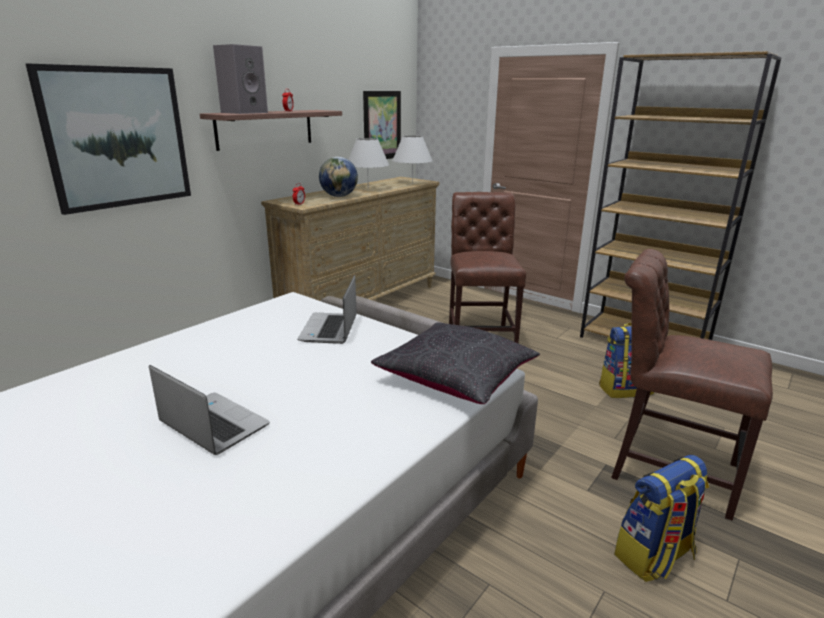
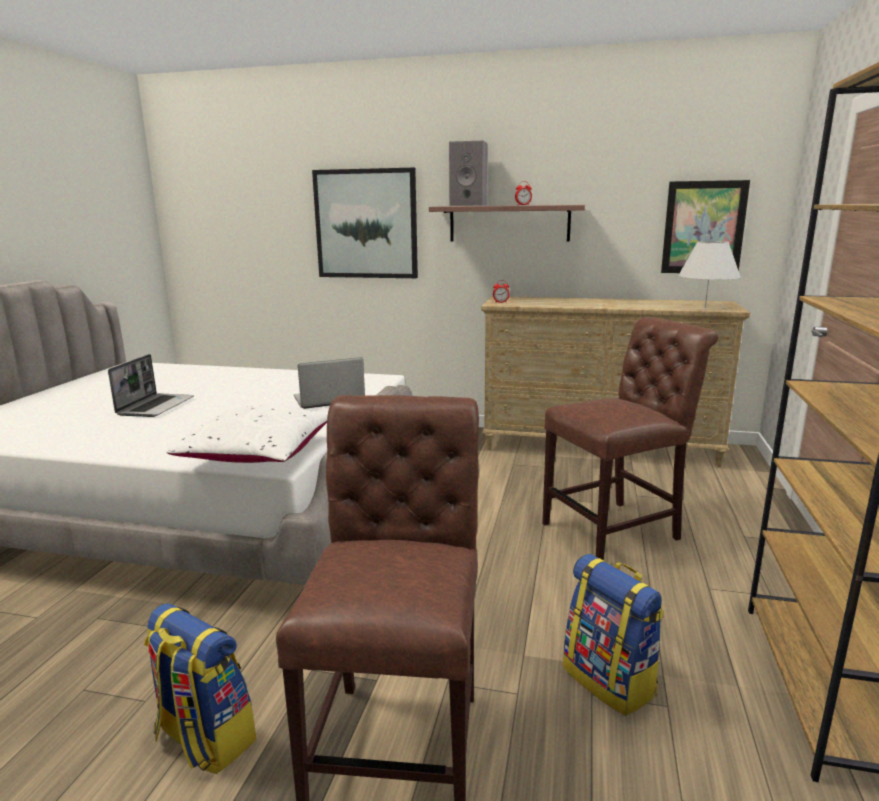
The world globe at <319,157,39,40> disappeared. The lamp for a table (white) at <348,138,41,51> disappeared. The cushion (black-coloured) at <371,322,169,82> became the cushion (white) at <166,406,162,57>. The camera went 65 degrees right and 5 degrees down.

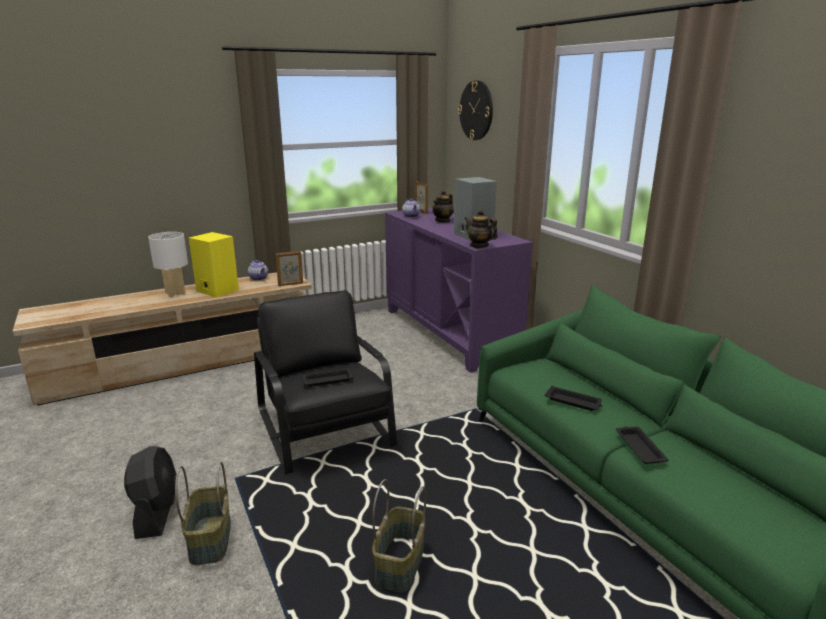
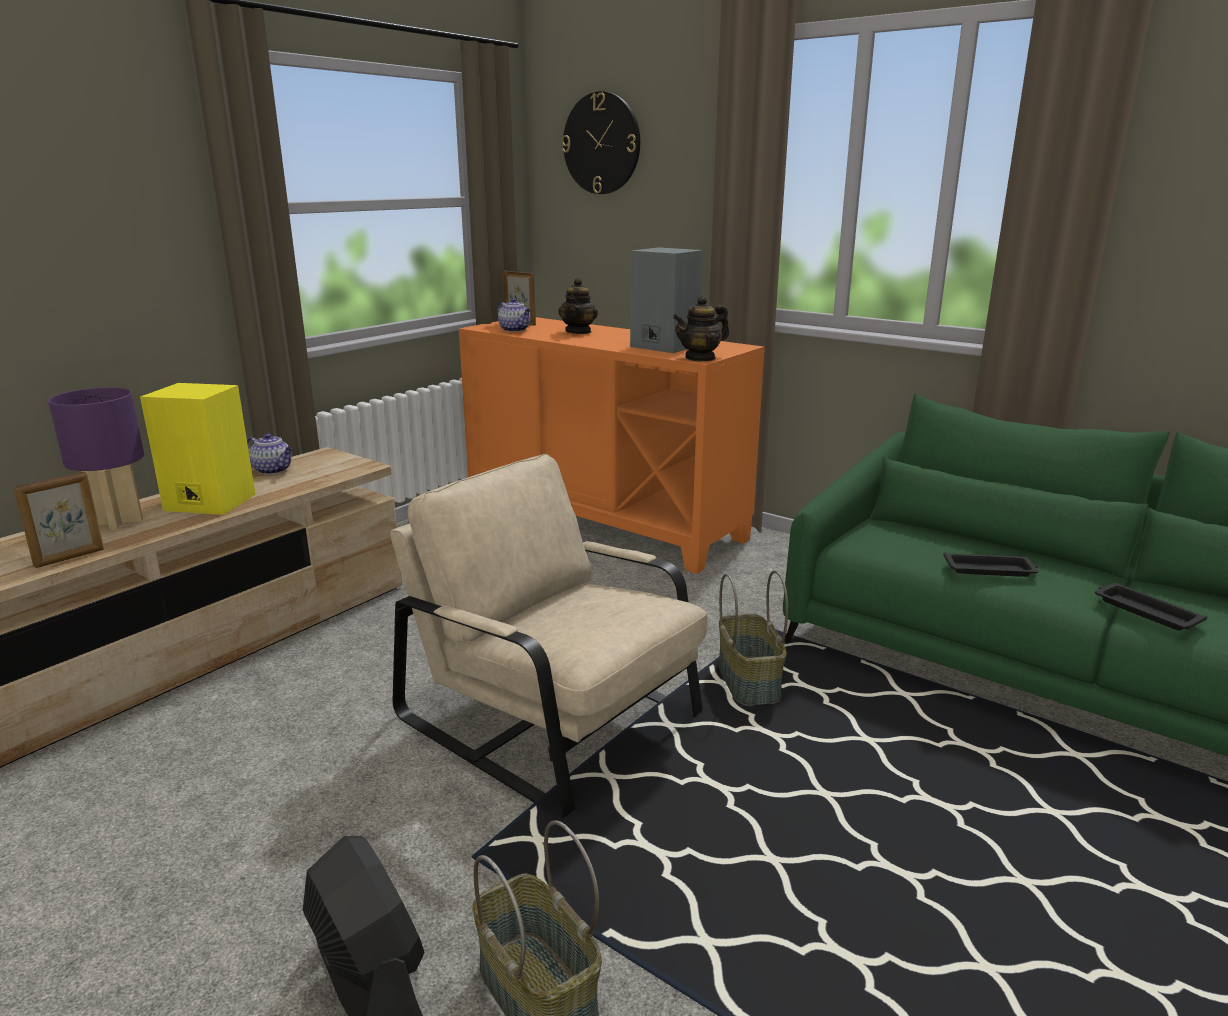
The lamp for a table (white) at <148,232,40,65> became the lamp for a table (purple) at <48,387,96,143>. The armchair (black-coloured) at <254,290,143,184> became the armchair (beige-coloured) at <390,454,318,364>. The photo frame moved from <275,251,28,35> to <13,472,91,96>. The carrying tray (black-coloured) at <302,369,52,18> disappeared. The household basket moved from <372,479,54,113> to <719,570,69,136>. The cupboard (purple) at <385,207,148,166> became the cupboard (orange) at <459,317,305,257>. The tea pot at <464,209,34,39> turned 45 degrees counterclockwise. The camera went 25 degrees left and 0 degrees up.

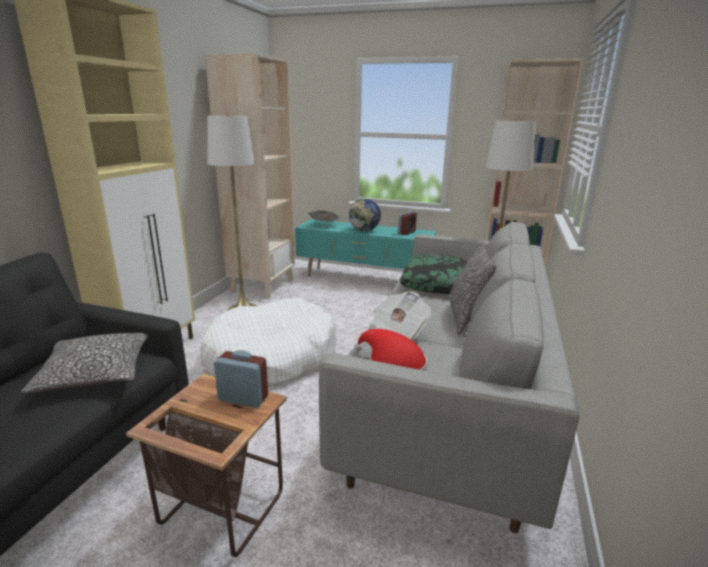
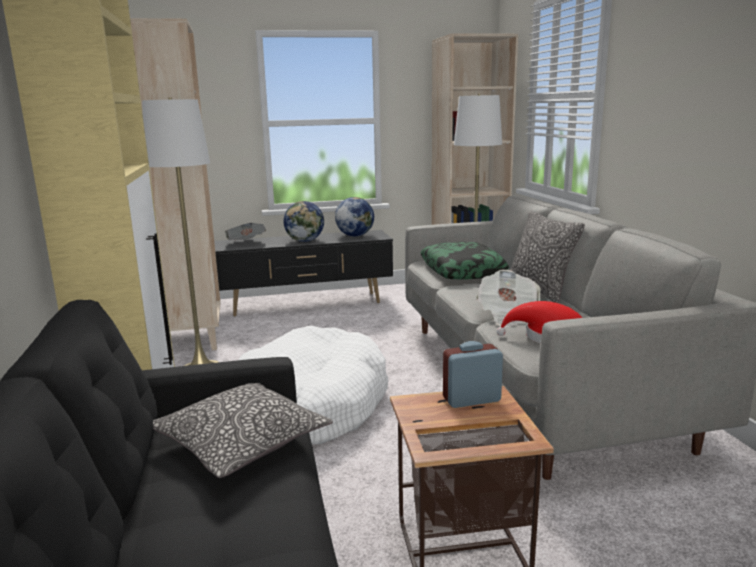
The tv unit (turquoise-coloured) at <295,219,141,58> became the tv unit (black-coloured) at <214,230,179,86>. The alarm clock at <398,211,19,24> was replaced by the world globe at <335,197,39,39>. The camera went 30 degrees left and 5 degrees down.

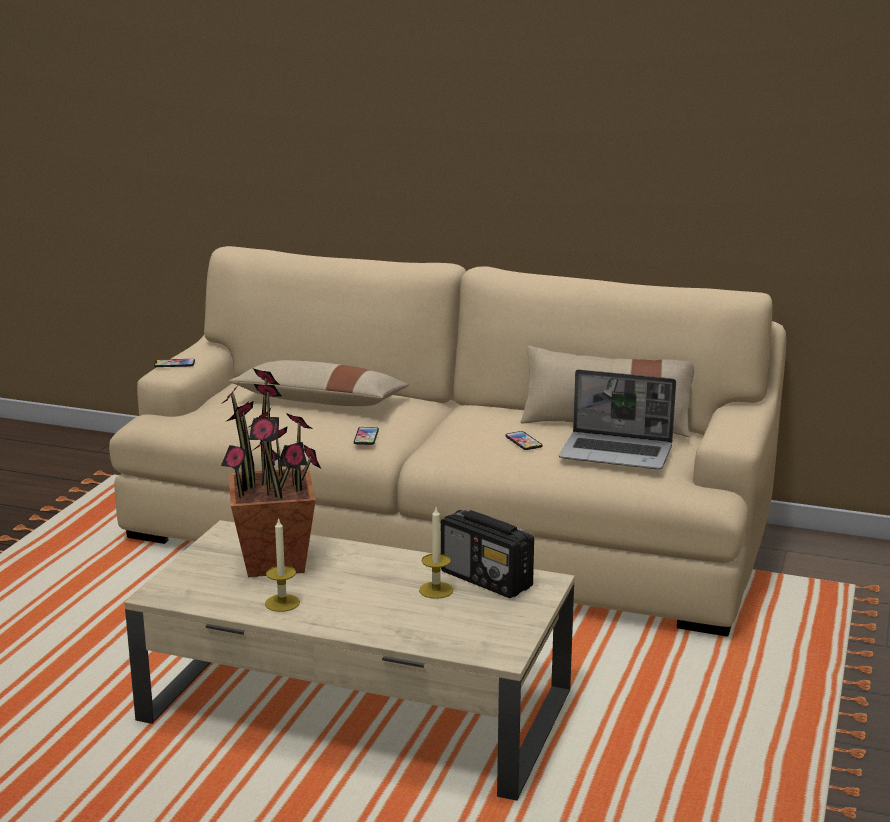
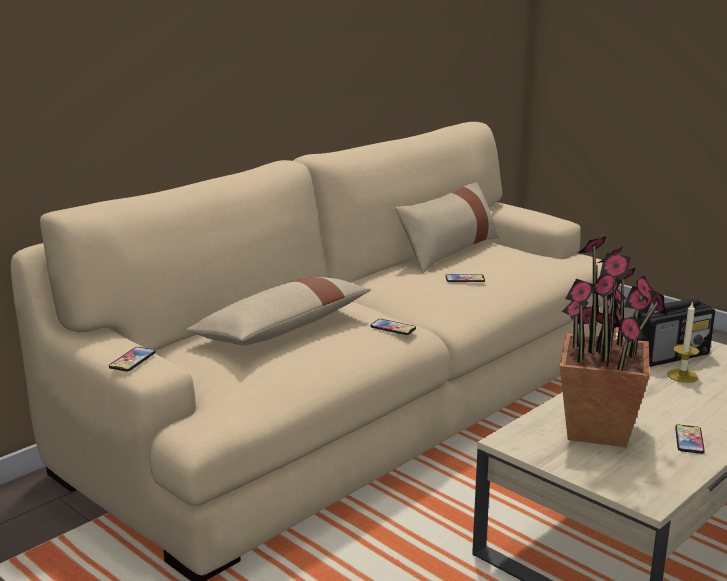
The wax candle at <265,518,35,94> was replaced by the telephone at <675,425,30,29>. The laptop at <559,369,117,100> disappeared. The camera went 65 degrees left and 0 degrees up.

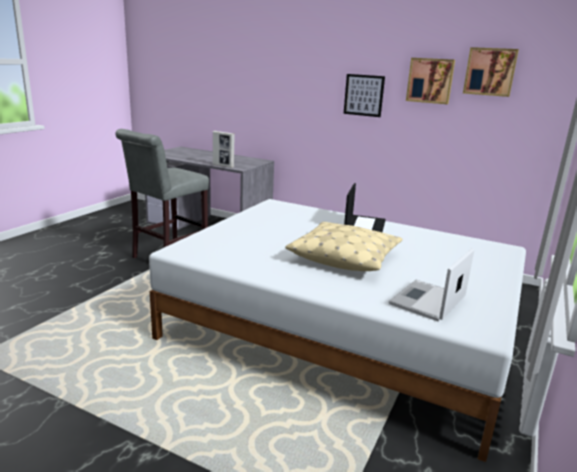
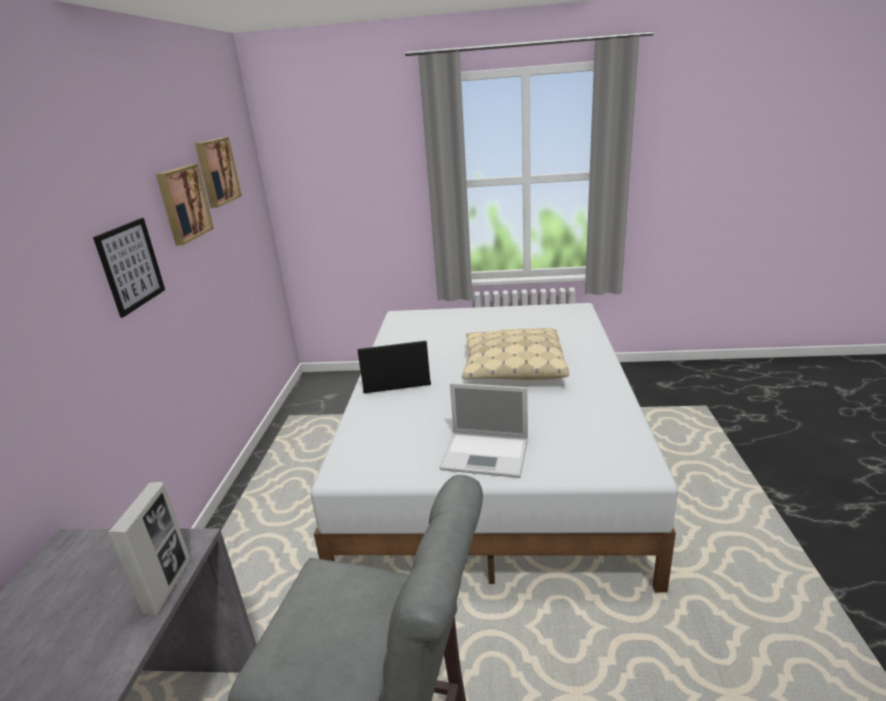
The laptop moved from <389,248,85,74> to <440,383,88,95>. The camera went 110 degrees left and 5 degrees up.

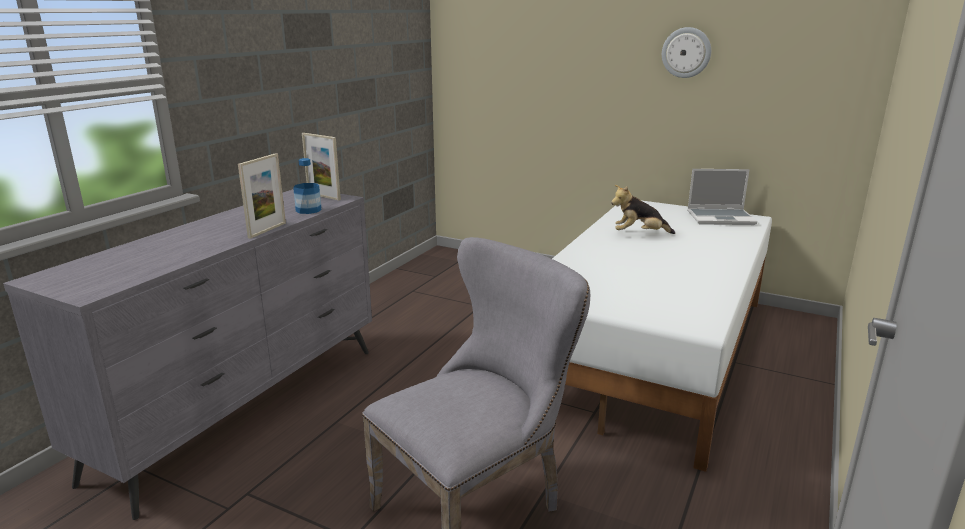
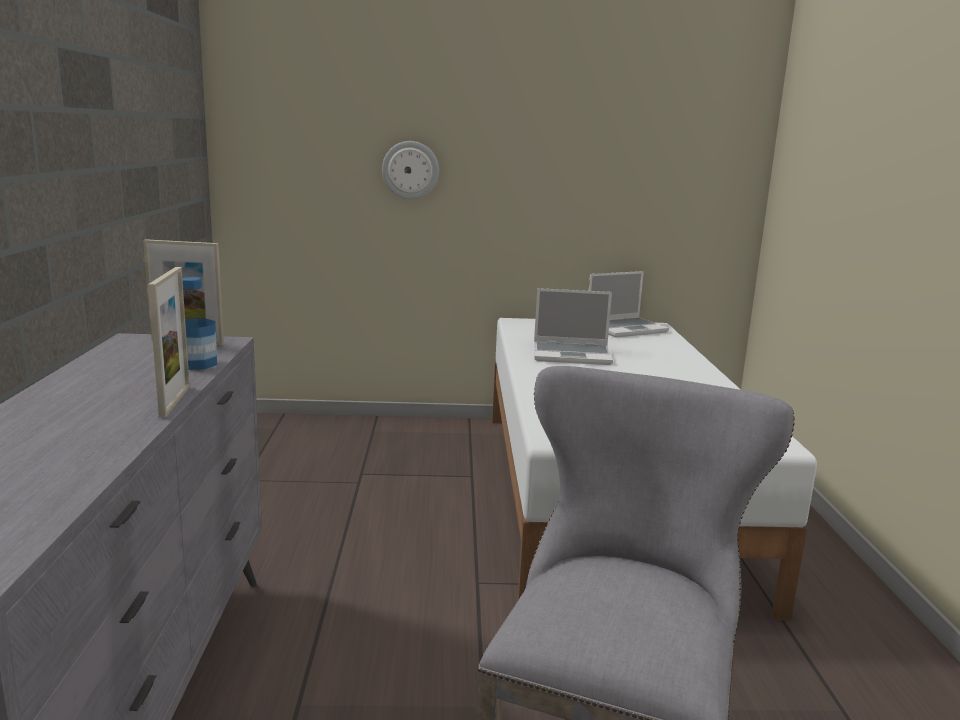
The cuddly toy at <611,185,64,49> was replaced by the laptop at <534,288,79,77>. The wall clock moved from <662,27,49,51> to <382,141,57,58>. The camera went 30 degrees left and 5 degrees down.

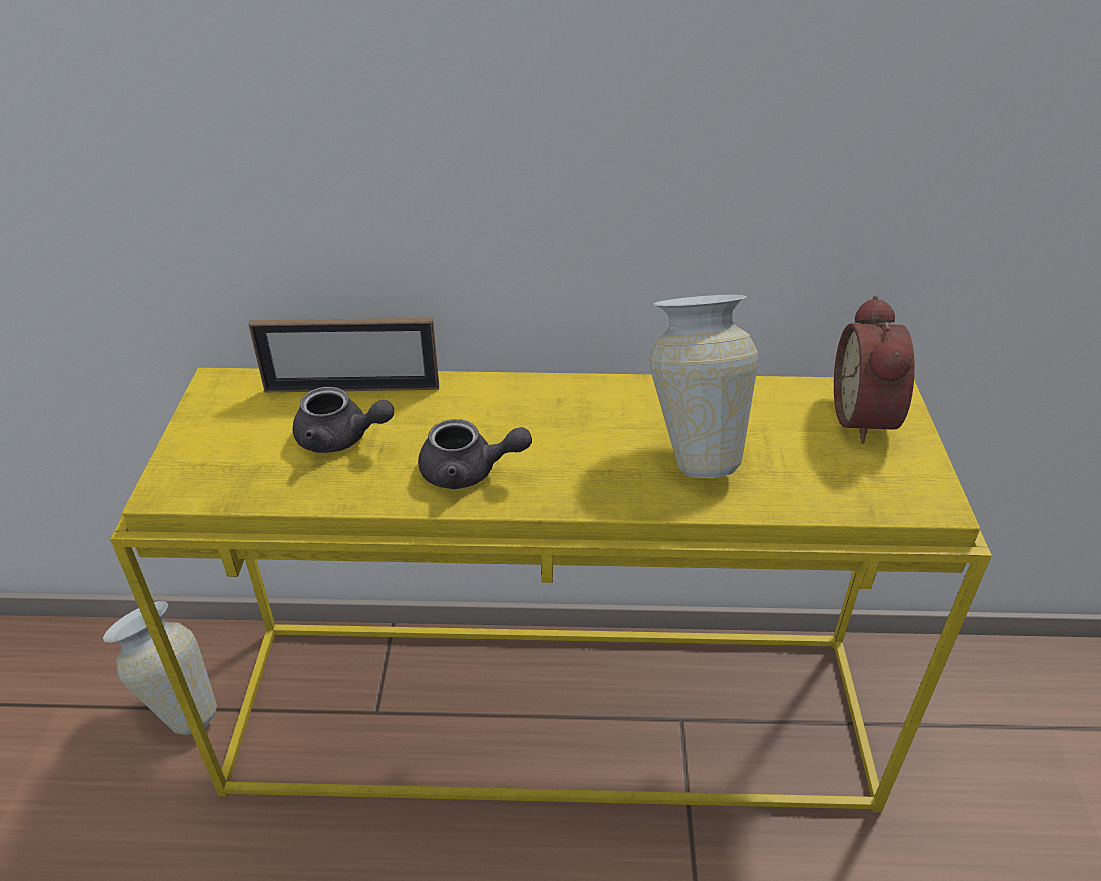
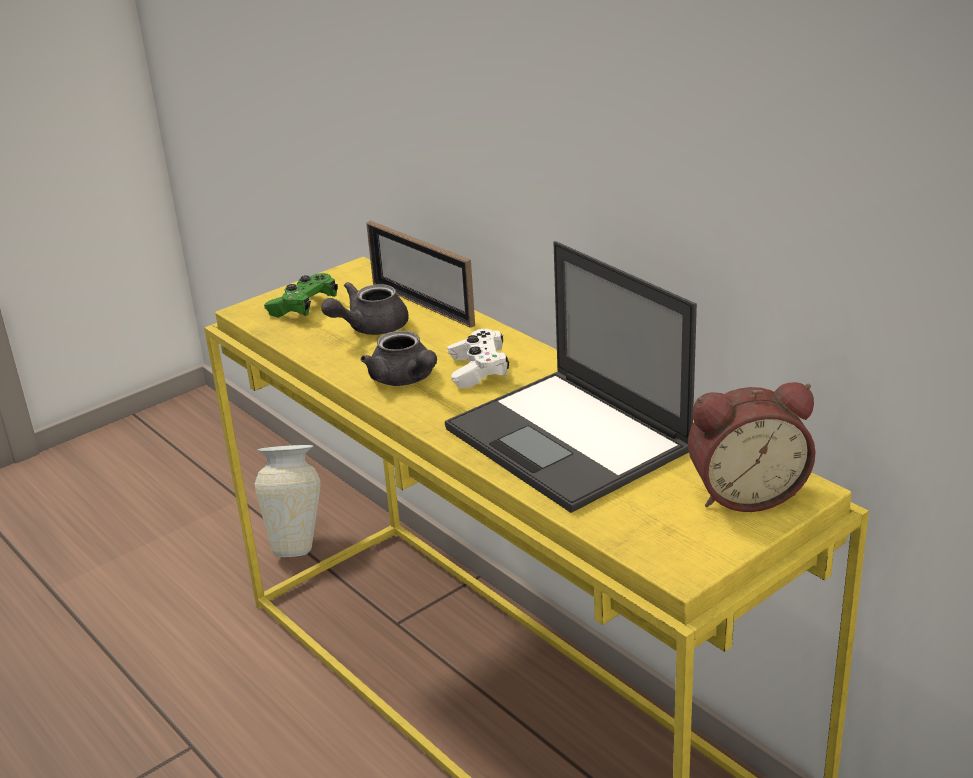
The tea pot (grey) at <293,387,101,66> turned 75 degrees clockwise. The flower vase at <649,295,109,183> was replaced by the laptop at <445,241,252,272>. The alarm clock at <834,295,81,149> turned 150 degrees counterclockwise. The game controller (greenish) at <264,273,74,45> appeared. The game controller (white) at <447,329,62,59> appeared. The camera went 50 degrees right and 10 degrees down.

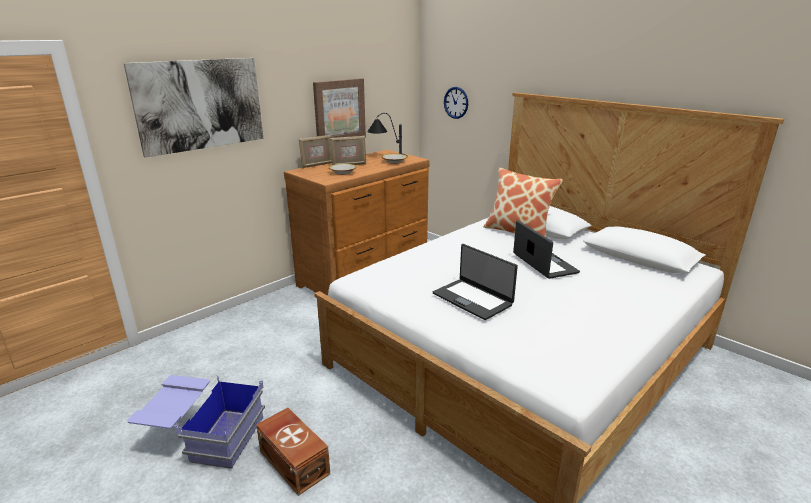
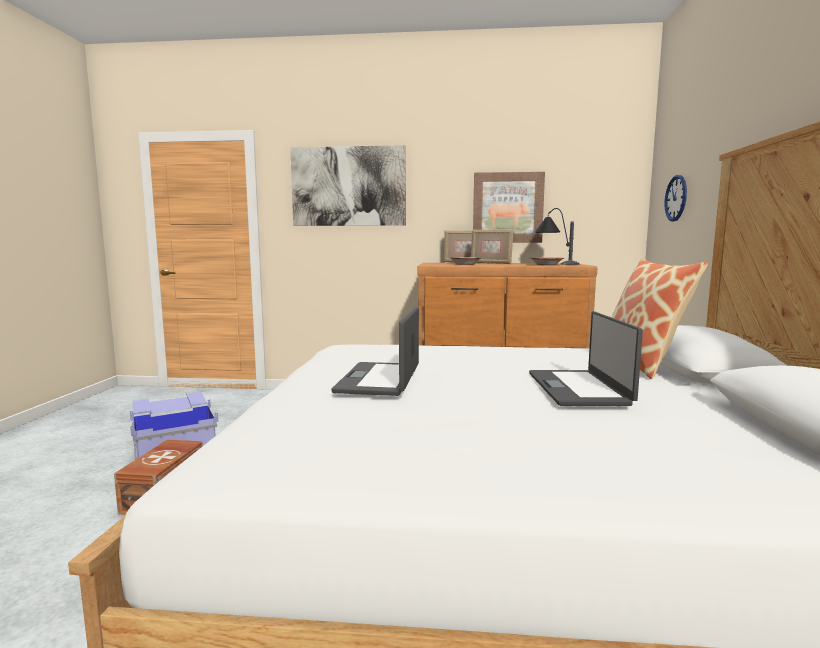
The laptop at <513,220,67,59> turned 150 degrees clockwise. The camera went 50 degrees right and 15 degrees down.

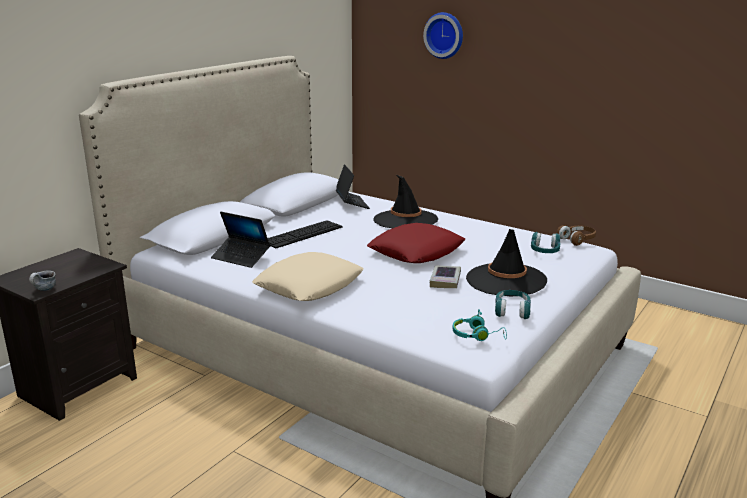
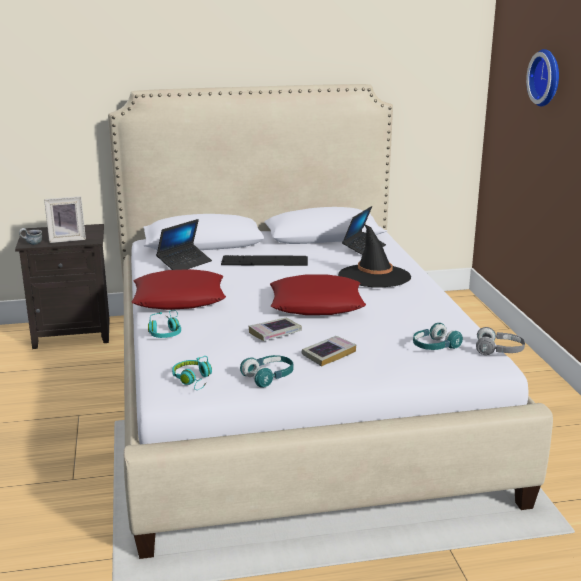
The laptop at <211,212,59,56> turned 120 degrees counterclockwise. The cushion (beige-coloured) at <252,252,111,49> became the cushion (reddish) at <131,269,95,41>. The wearable hat (black-coloured) at <466,229,81,67> was replaced by the book at <302,336,54,31>. The headset (brown-coloured) at <557,225,39,21> became the headset (grey) at <476,327,49,28>. The photo frame at <44,196,42,47> appeared. The headset (turquoise-coloured) at <148,310,33,28> appeared. The camera went 45 degrees right and 0 degrees up.

